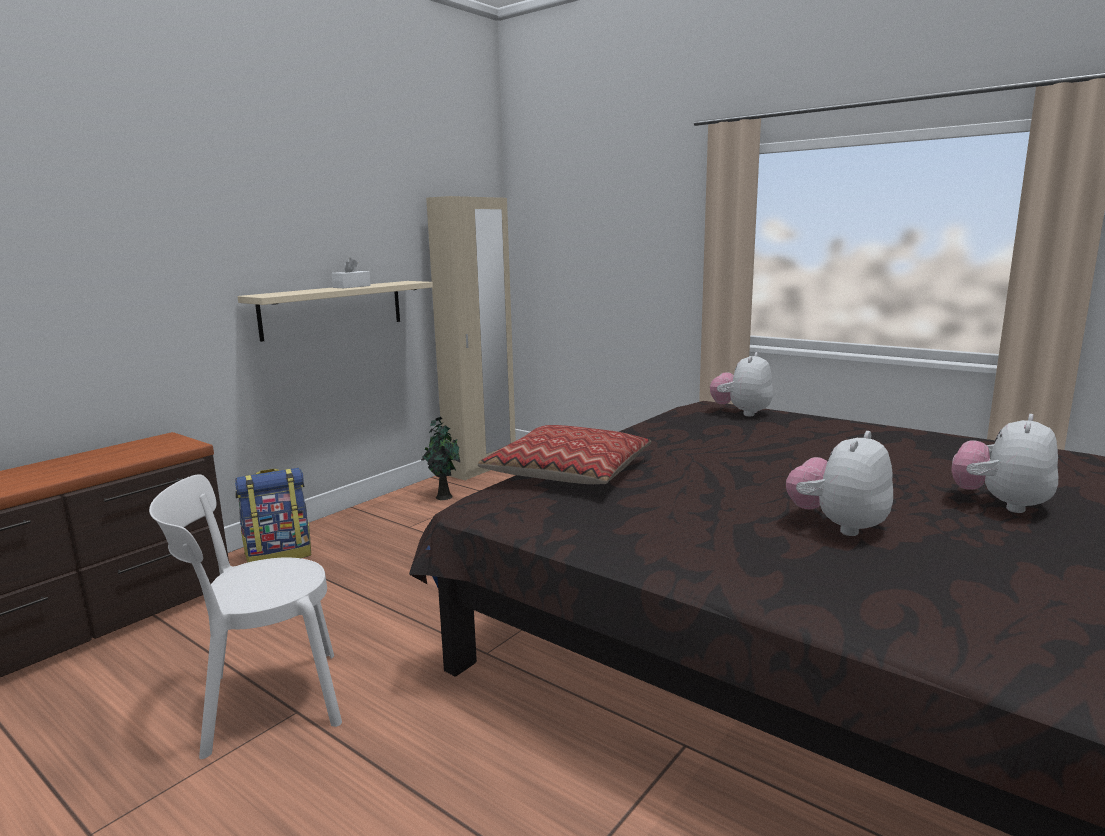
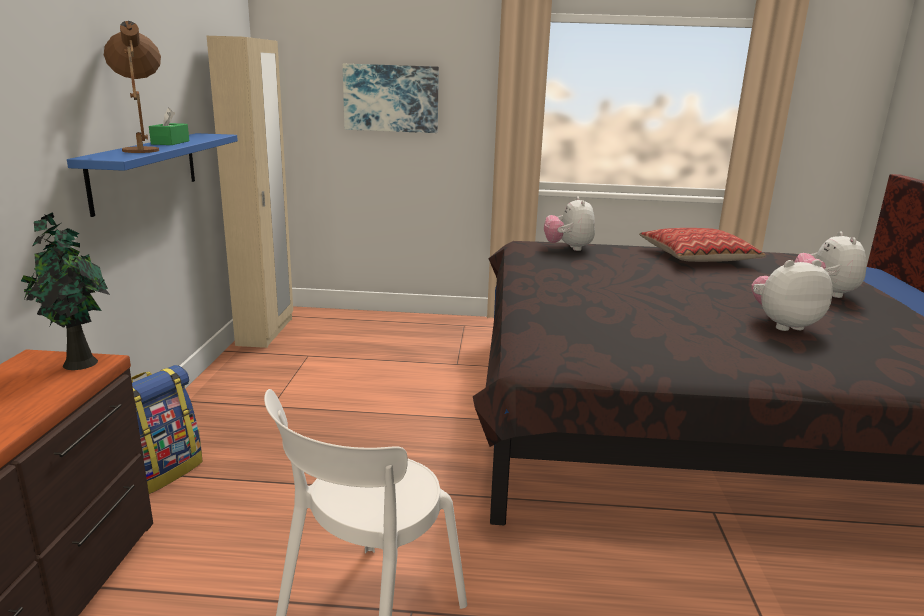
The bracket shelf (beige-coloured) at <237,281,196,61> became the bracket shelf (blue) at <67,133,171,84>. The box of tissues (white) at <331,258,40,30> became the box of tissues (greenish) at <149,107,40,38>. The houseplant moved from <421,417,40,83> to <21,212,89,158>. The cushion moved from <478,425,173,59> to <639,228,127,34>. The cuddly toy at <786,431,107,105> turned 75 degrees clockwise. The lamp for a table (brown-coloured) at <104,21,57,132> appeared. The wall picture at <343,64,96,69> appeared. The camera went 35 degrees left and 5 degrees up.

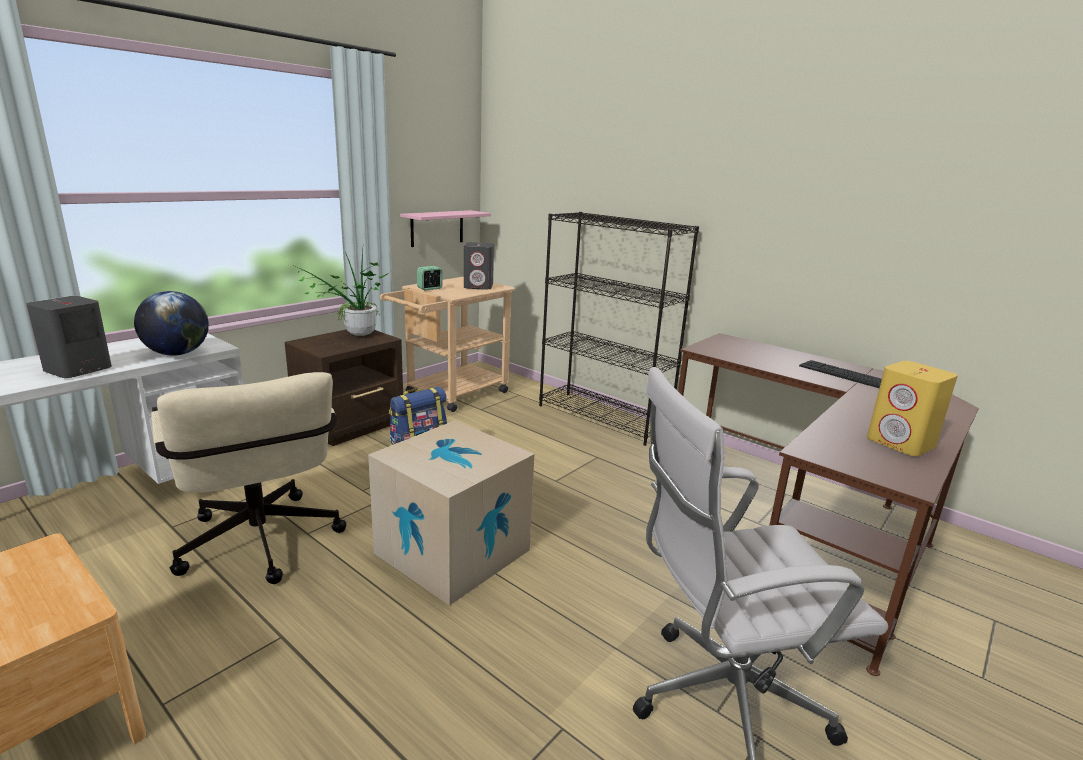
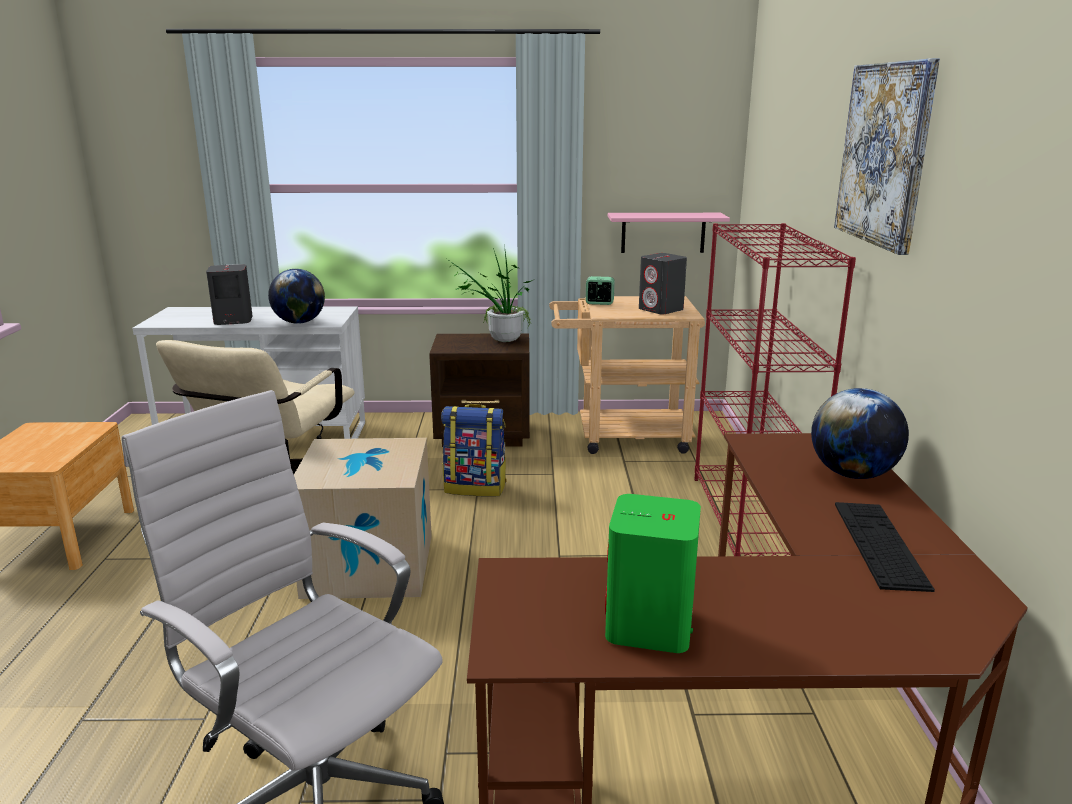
The shelving unit (black-coloured) at <539,212,160,234> became the shelving unit (reddish) at <694,223,162,333>. The speaker (yellow-coloured) at <867,361,91,95> became the speaker (greenish) at <605,494,96,159>. The world globe at <811,388,98,91> appeared. The wall picture at <834,58,106,197> appeared. The camera went 50 degrees right and 0 degrees up.

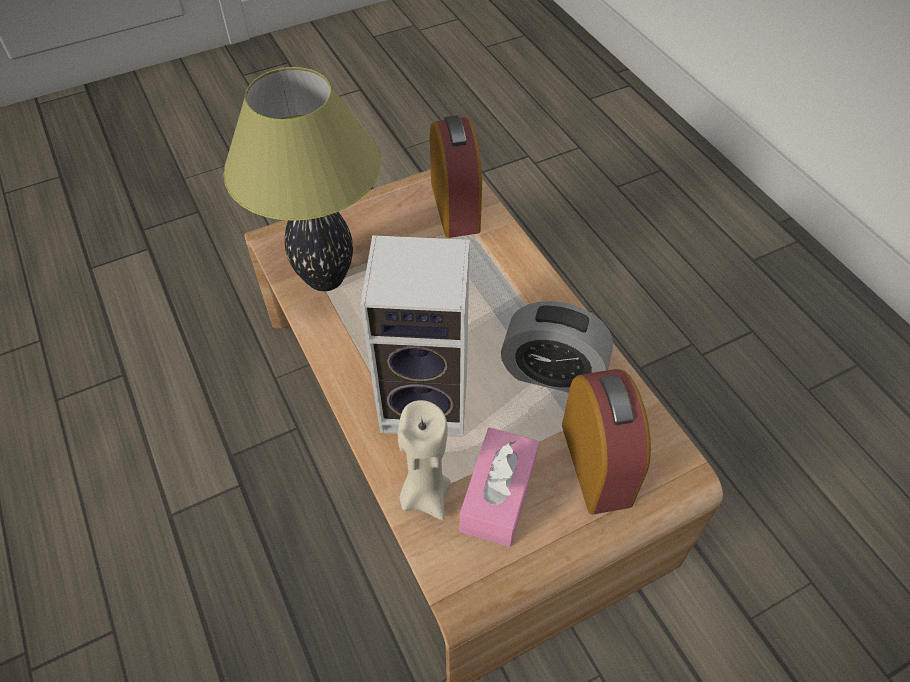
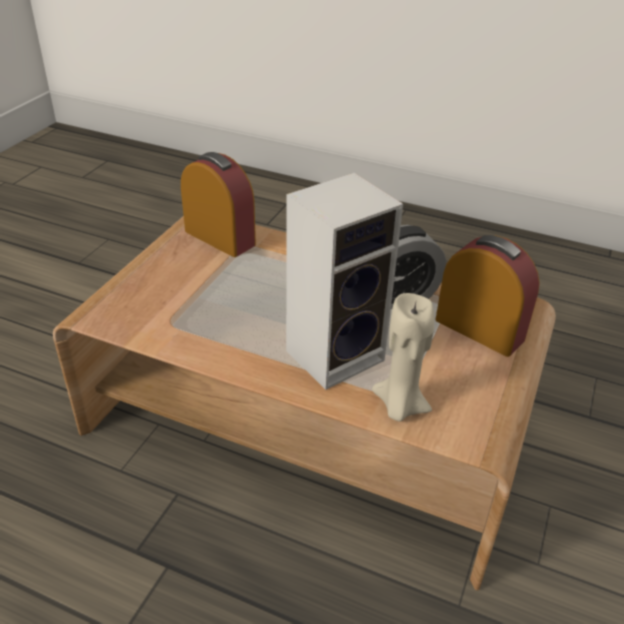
The lamp for a table at <223,67,158,224> disappeared. The box of tissues (pinkish) at <460,427,79,120> disappeared. The camera went 40 degrees left and 15 degrees down.

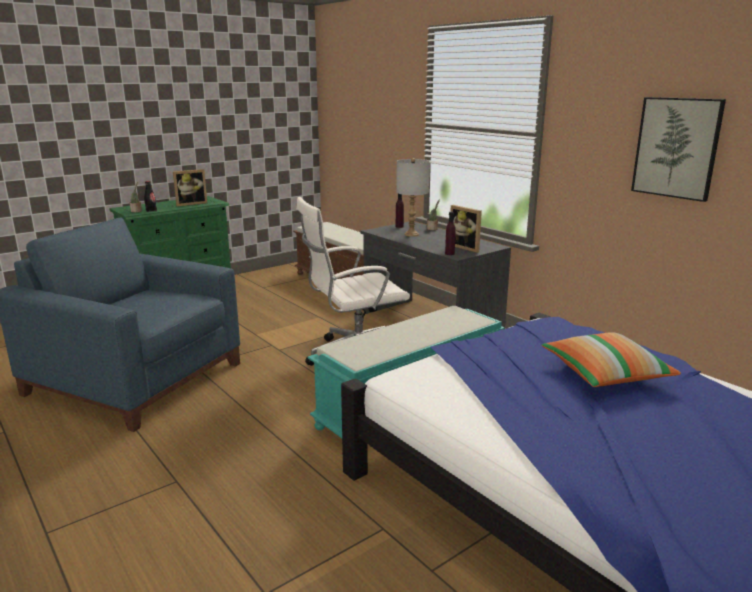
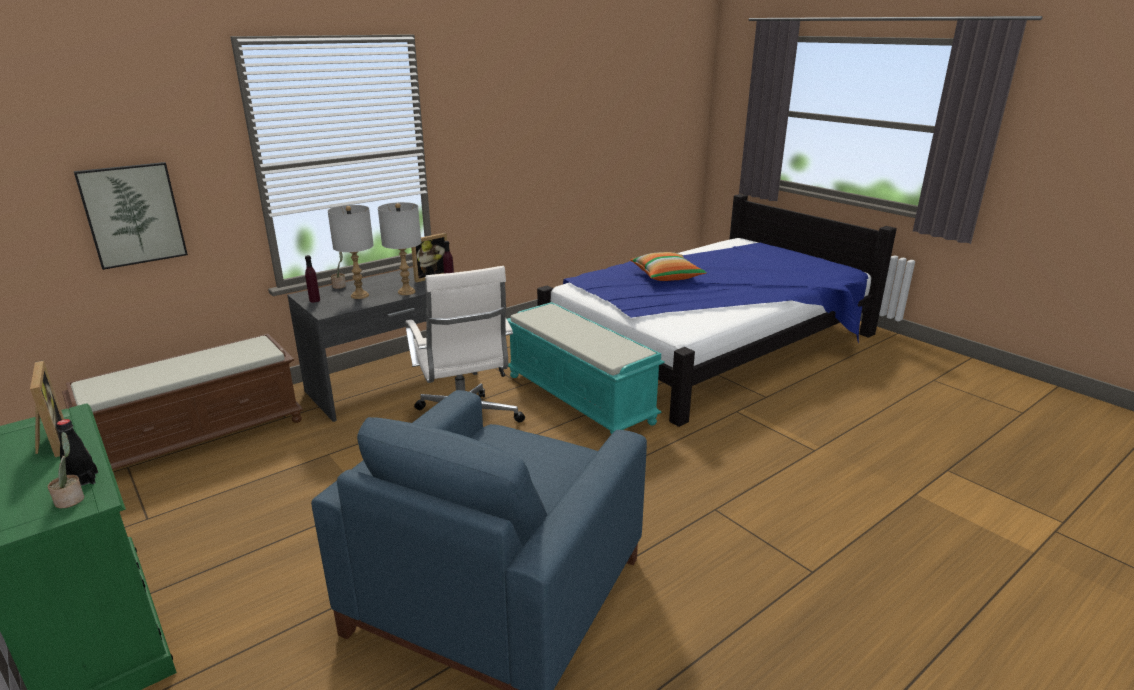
The wall picture moved from <631,97,95,105> to <74,162,114,108>. The lamp for a table (grey) at <378,202,43,93> appeared. The camera went 90 degrees left and 5 degrees up.

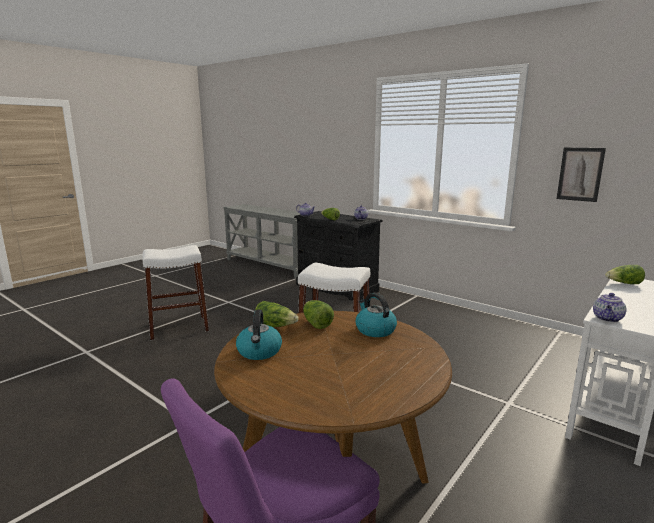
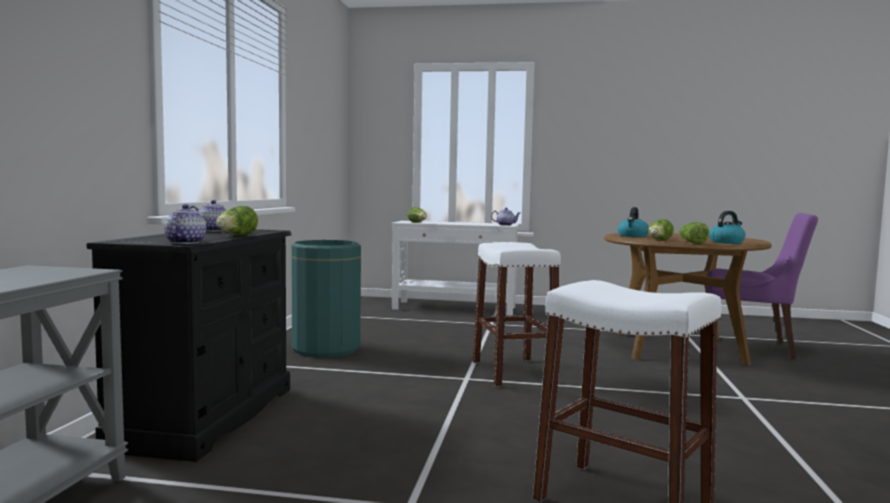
The wall picture at <557,147,49,55> disappeared. The waste bin (greenish) at <291,240,70,117> appeared. The camera went 120 degrees left and 10 degrees down.

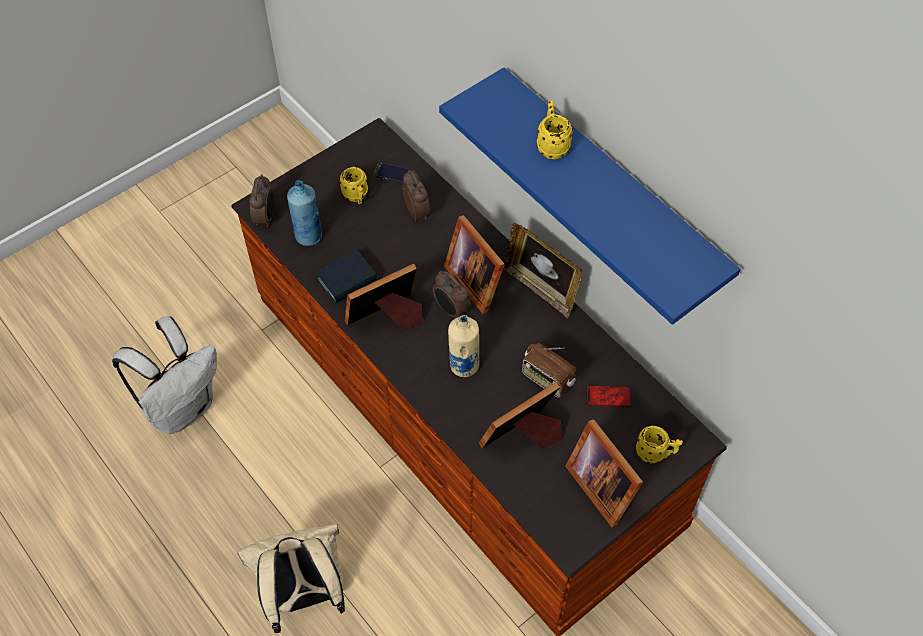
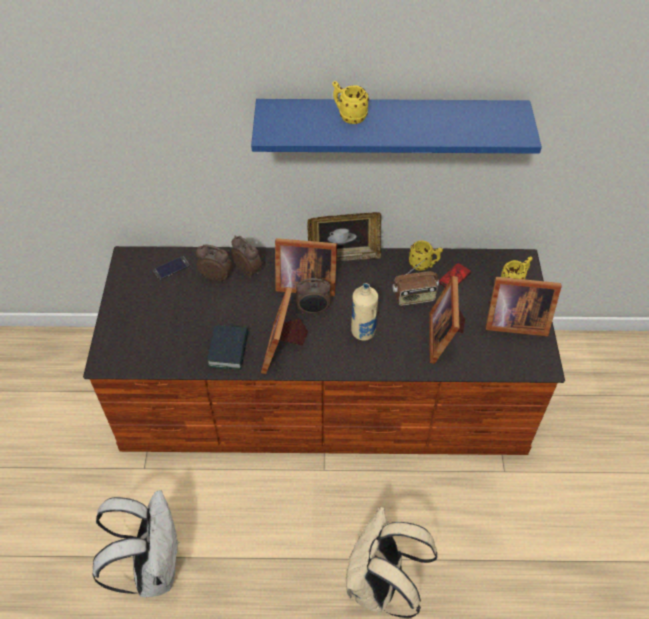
The alarm clock moved from <249,174,26,54> to <231,235,31,43>. The bottle (blue) at <287,180,35,66> disappeared. The coffee mug (yellow-coloured) moved from <340,167,28,37> to <409,240,34,31>. The camera went 50 degrees left and 5 degrees down.

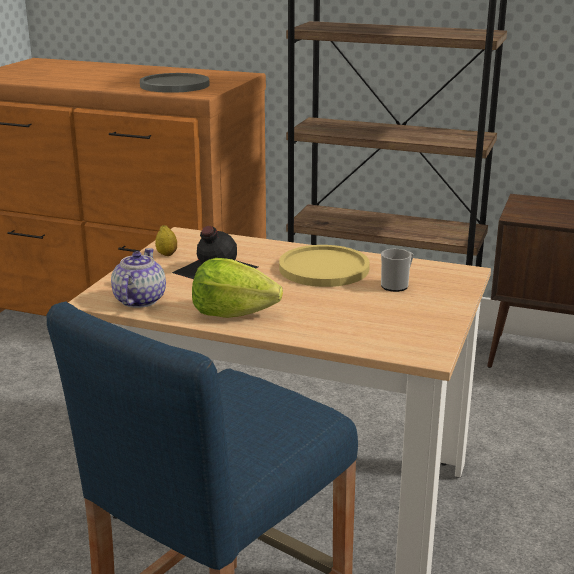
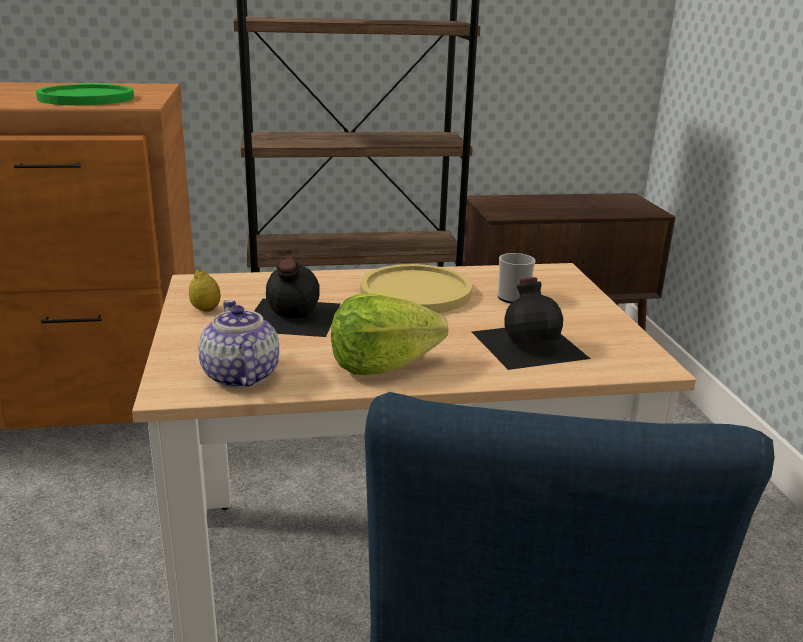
The plate (grey) at <140,73,70,20> became the plate (greenish) at <36,84,98,21>. The bottle (black-coloured) at <472,277,119,93> appeared. The camera went 30 degrees left and 0 degrees up.

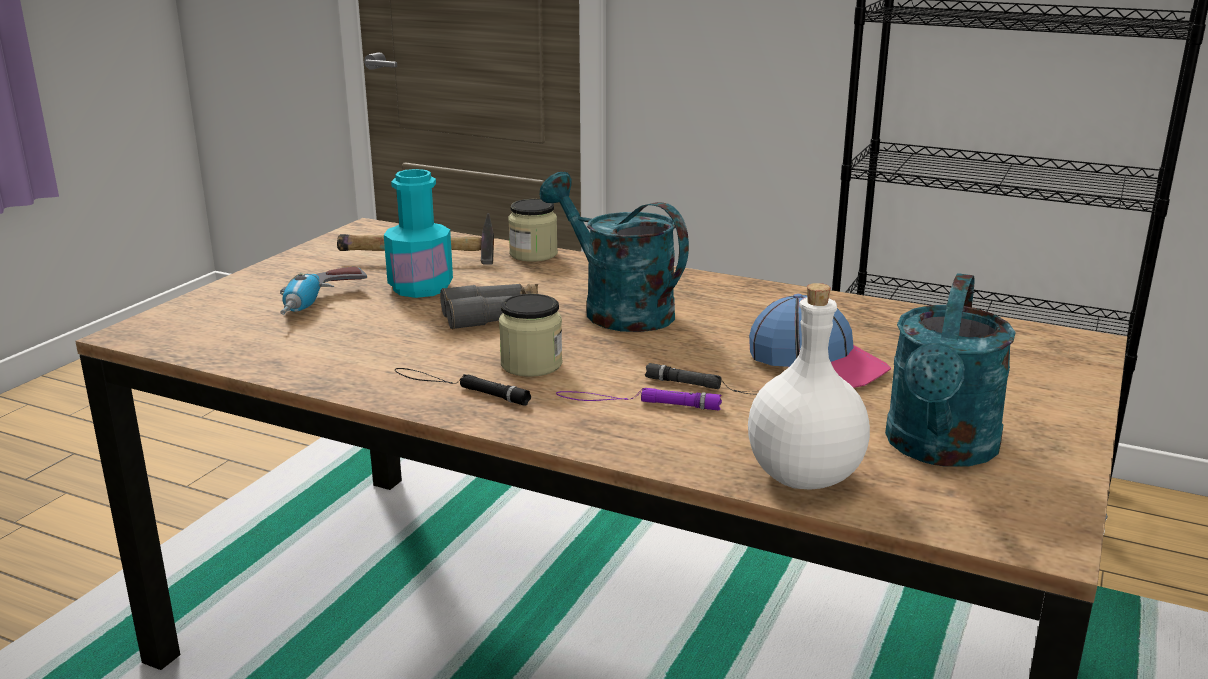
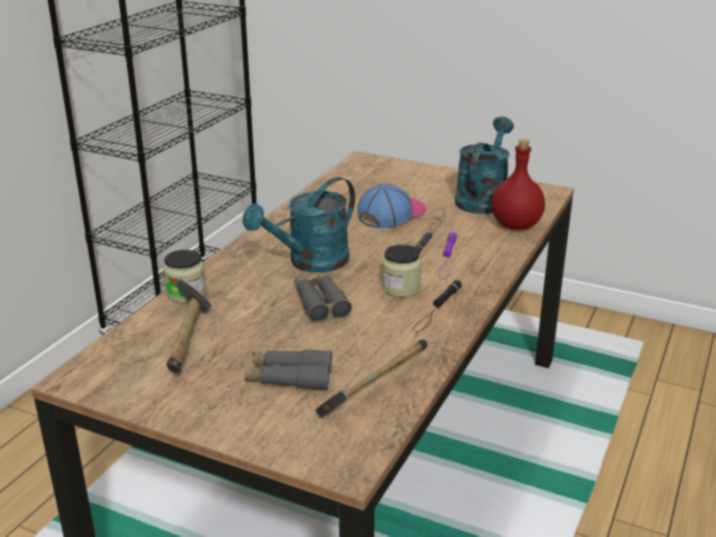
The power drill at <280,267,87,48> was replaced by the binoculars (grey) at <245,349,87,41>. The bottle (turquoise-coloured) at <384,169,69,129> disappeared. The bottle (white) at <748,283,122,207> became the bottle (reddish) at <492,139,53,91>. The sprinkling can (turquoise-coloured) at <885,273,130,194> turned 90 degrees counterclockwise. The hand hammer at <315,339,112,79> appeared. The camera went 90 degrees left and 5 degrees up.

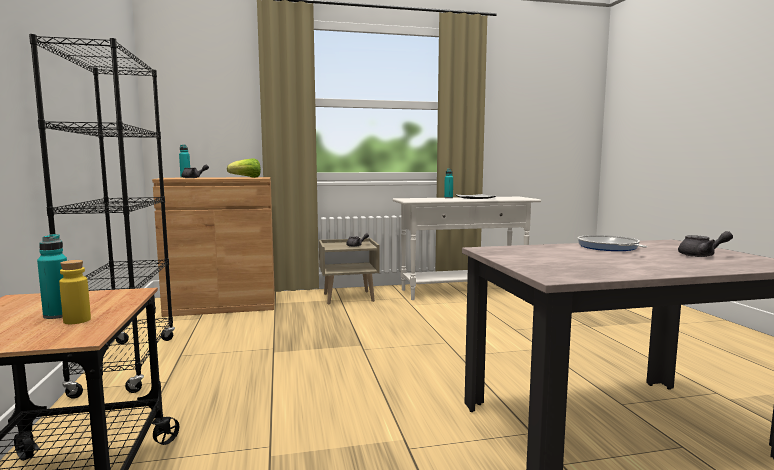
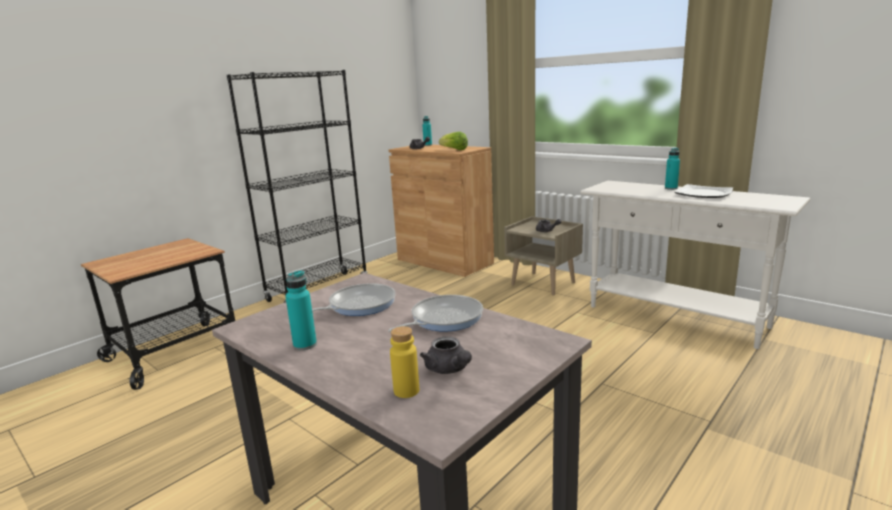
The bottle (turquoise-coloured) moved from <37,234,30,85> to <285,270,32,80>. The bottle (yellow-coloured) moved from <59,260,32,64> to <390,326,29,72>. The frying pan at <312,283,84,33> appeared. The camera went 55 degrees right and 10 degrees up.

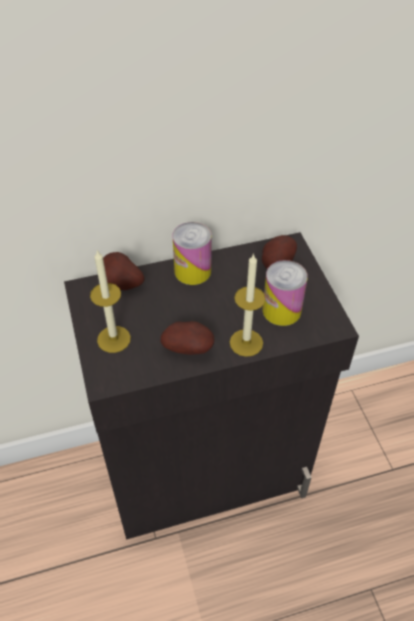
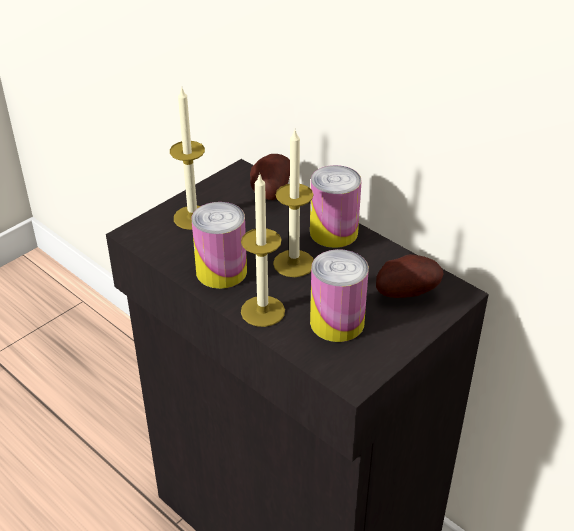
The potato at <161,321,53,34> was replaced by the sealed can at <192,202,55,87>. The wax candle at <273,130,41,147> appeared. The camera went 60 degrees right and 10 degrees down.

